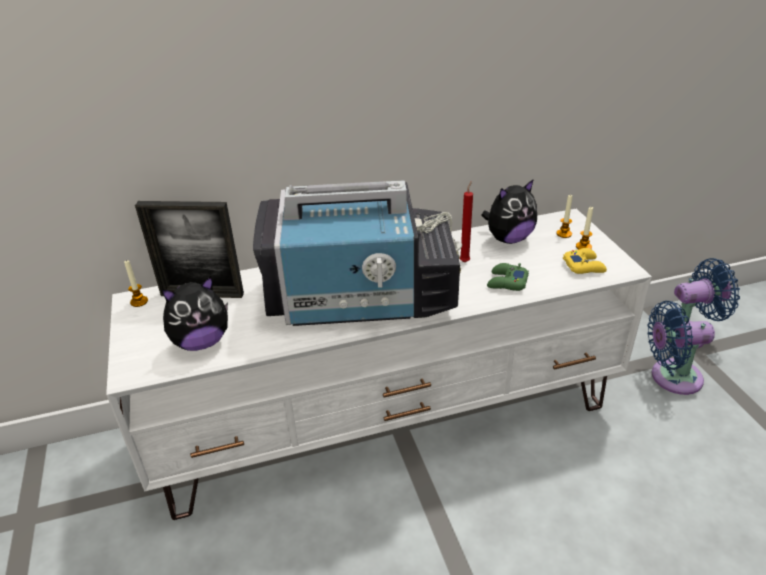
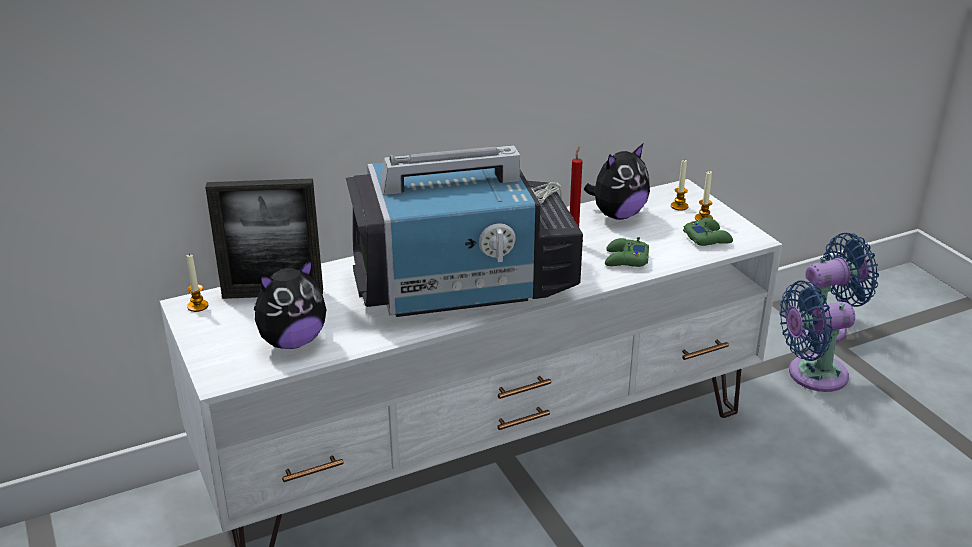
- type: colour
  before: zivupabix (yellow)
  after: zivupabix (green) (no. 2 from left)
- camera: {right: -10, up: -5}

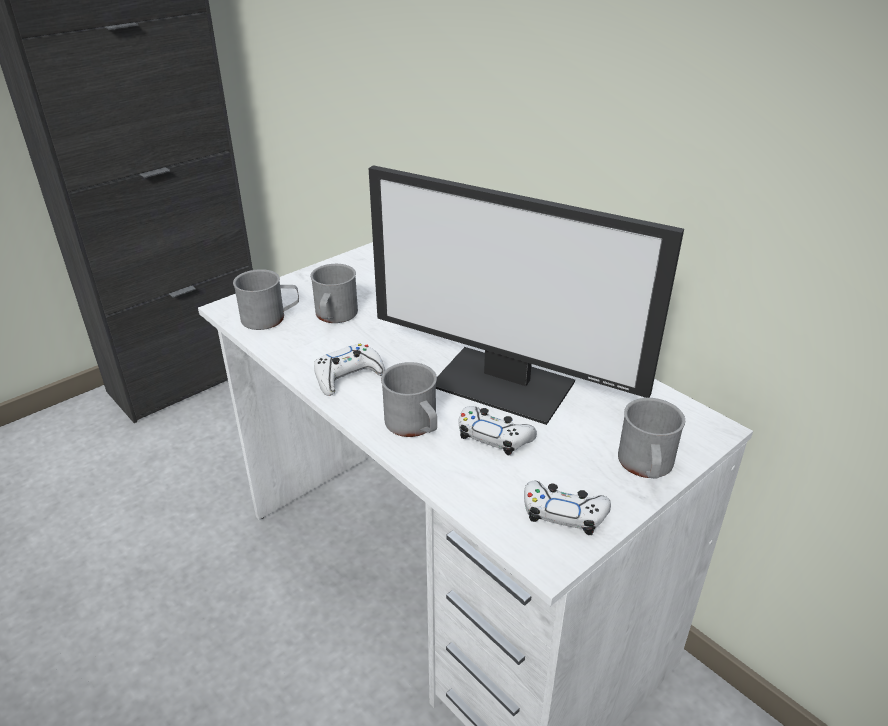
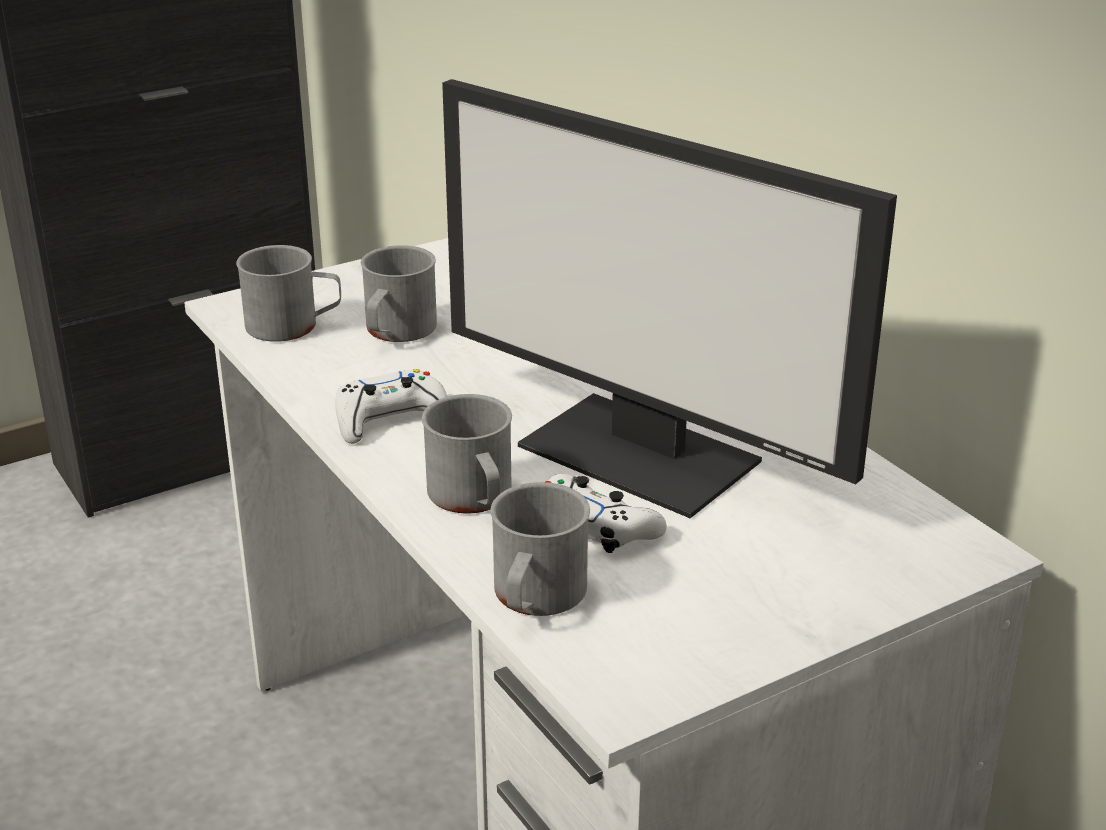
- type: missing
  before: zivupabix (white) (no. 3 from left)
- type: relocated
  before: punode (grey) (no. 4 from left)
- camera: {right: 10, up: -5}

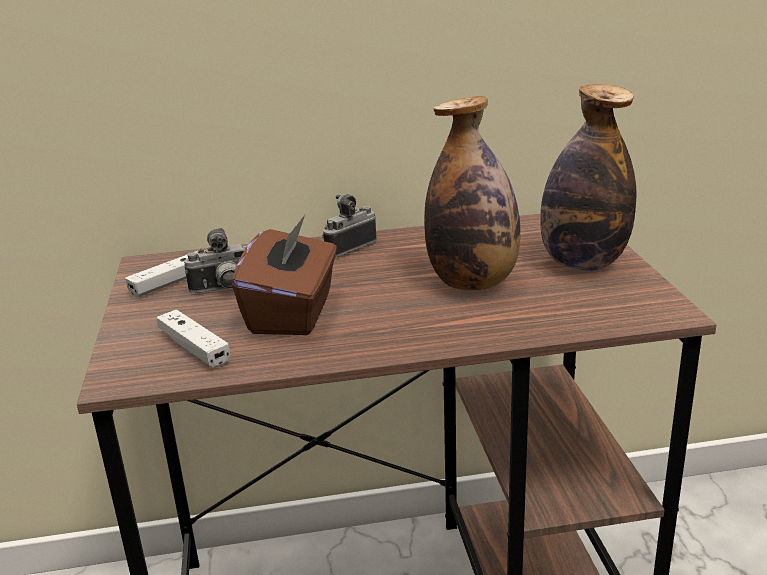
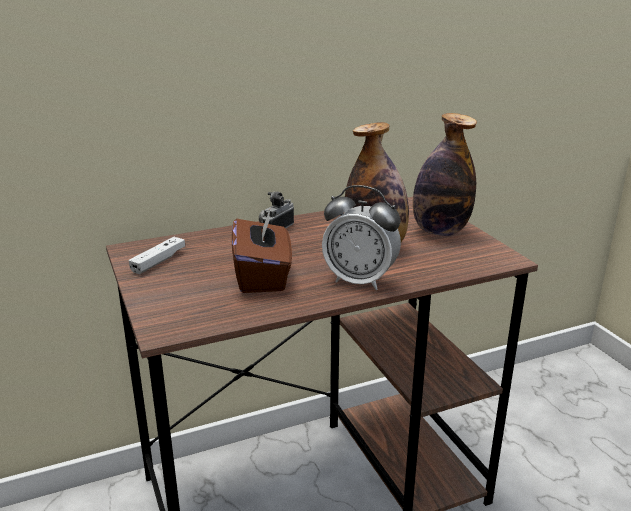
- type: missing
  before: zivupabix (white) (no. 2 from left)
- type: missing
  before: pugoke (no. 1 from left)
- type: appeared
  after: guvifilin
- camera: {right: -15, up: 0}

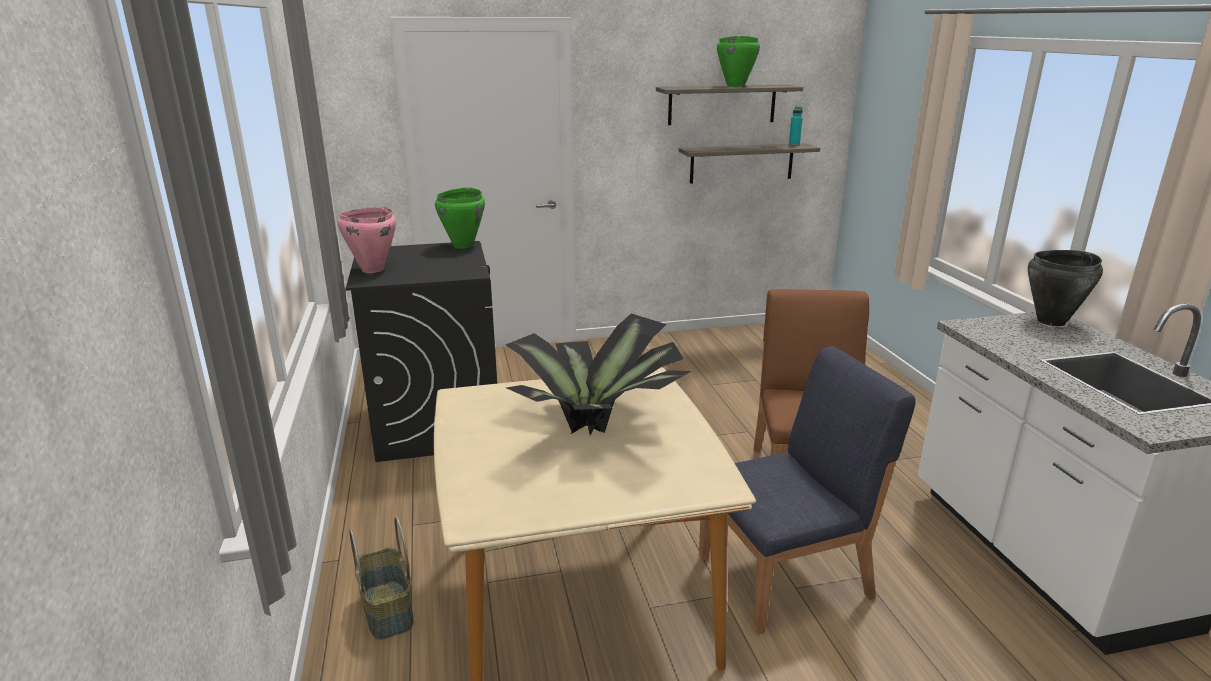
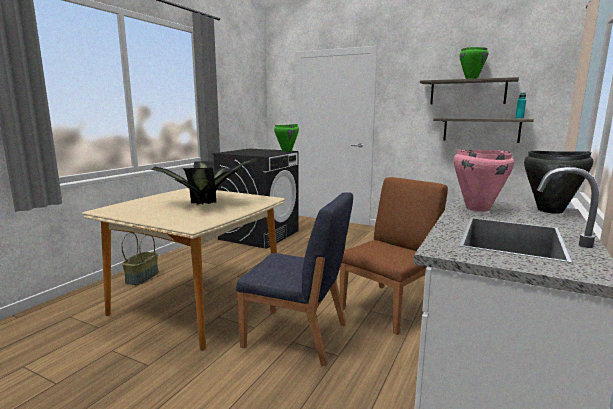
- type: relocated
  before: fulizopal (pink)
- camera: {right: 40, up: -10}

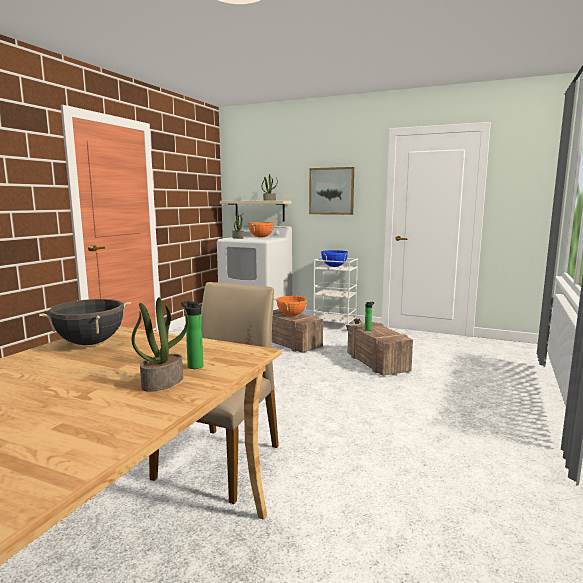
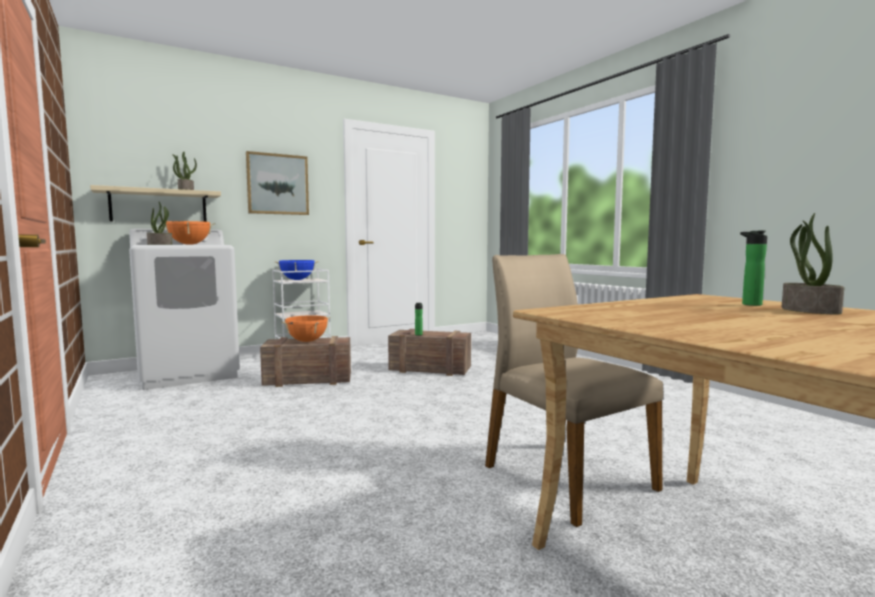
- type: missing
  before: fulizopal (black)
- camera: {right: -55, up: -5}

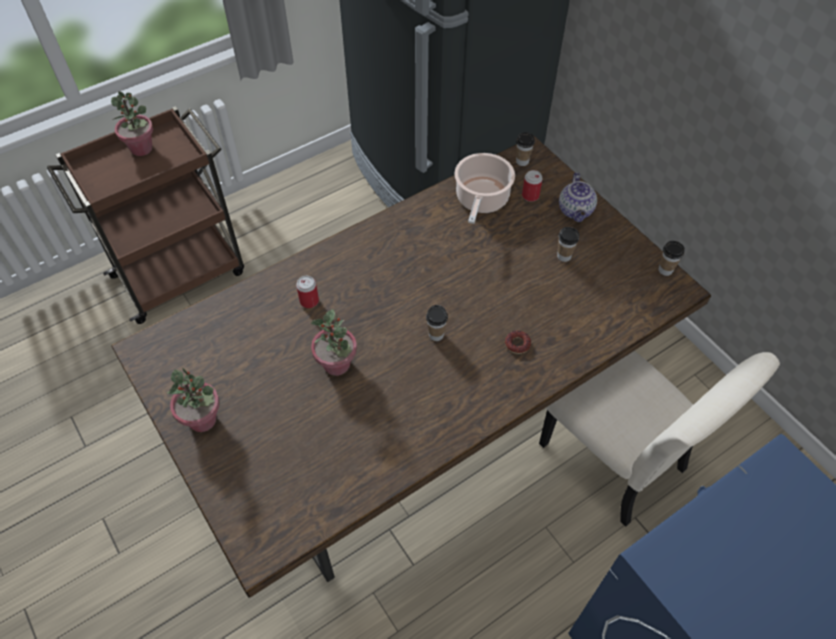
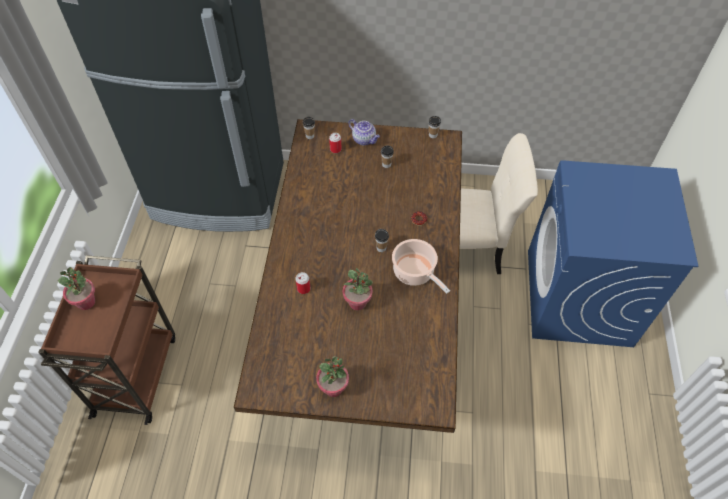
- type: relocated
  before: fulizopal
- camera: {right: -50, up: 0}

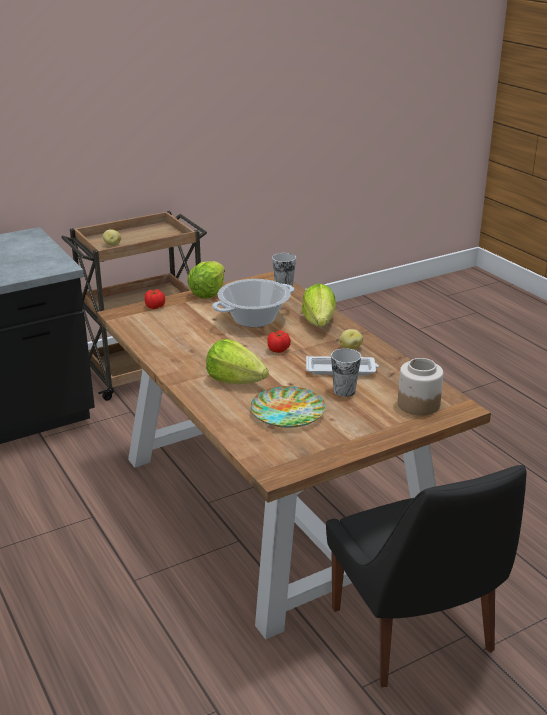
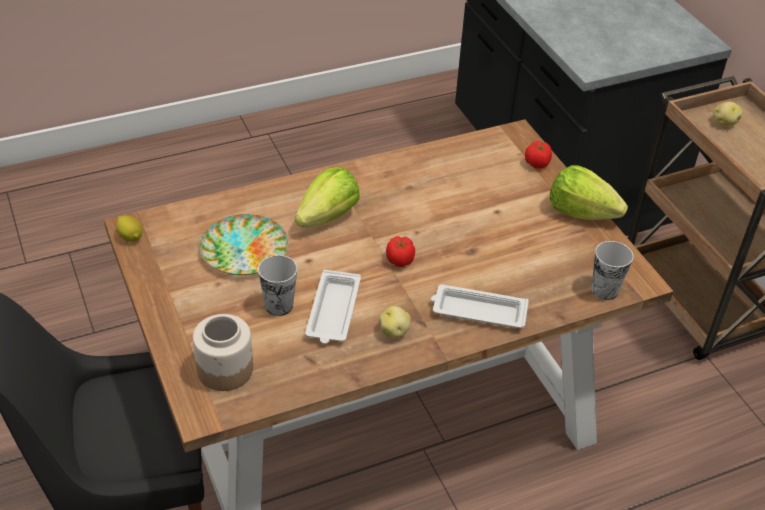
- type: missing
  before: fulizopal
- type: exchanged
  before: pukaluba (no. 3 from left)
  after: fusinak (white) (no. 2 from left)
- type: appeared
  after: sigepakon
- camera: {right: 95, up: 15}

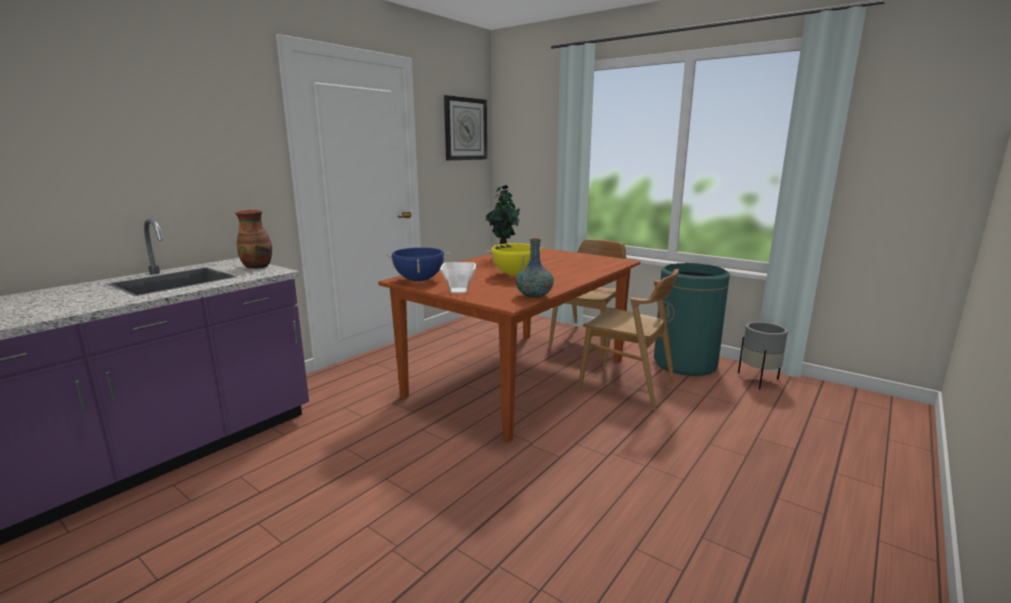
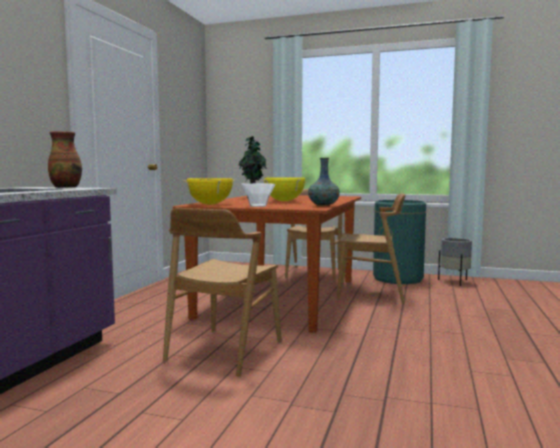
- type: colour
  before: fulizopal (blue)
  after: fulizopal (yellow) (no. 1 from left)
- type: missing
  before: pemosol
- type: appeared
  after: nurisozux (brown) (no. 1 from left)
- camera: {right: -20, up: -10}

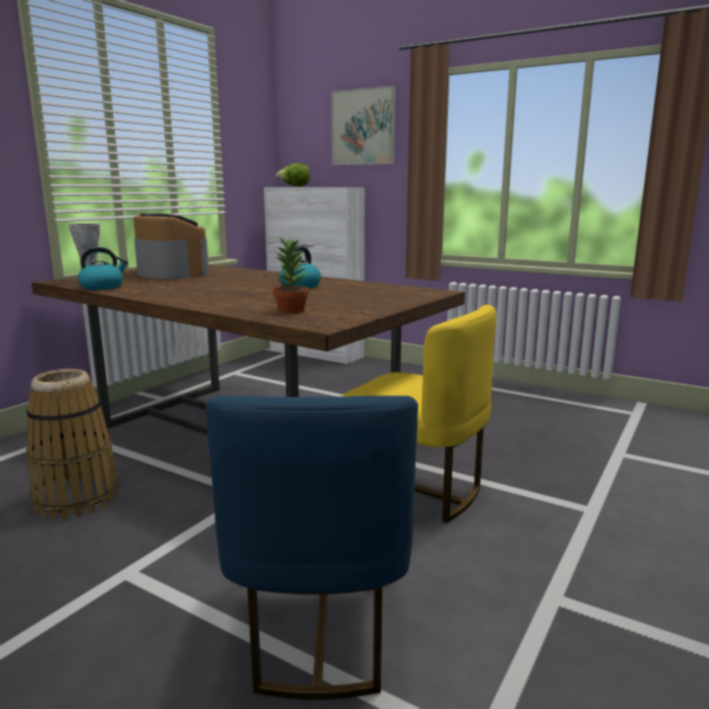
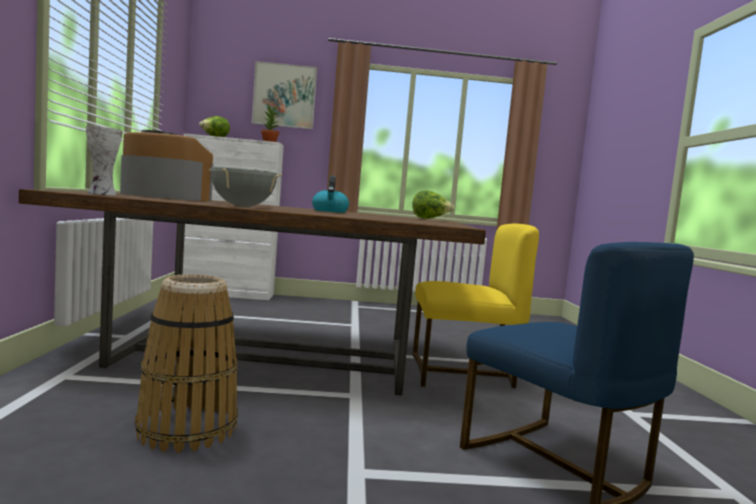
- type: missing
  before: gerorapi (no. 1 from left)
- type: relocated
  before: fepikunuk
- type: appeared
  after: fulizopal (grey)
- type: appeared
  after: pukaluba (no. 2 from left)
- camera: {right: -35, up: -10}

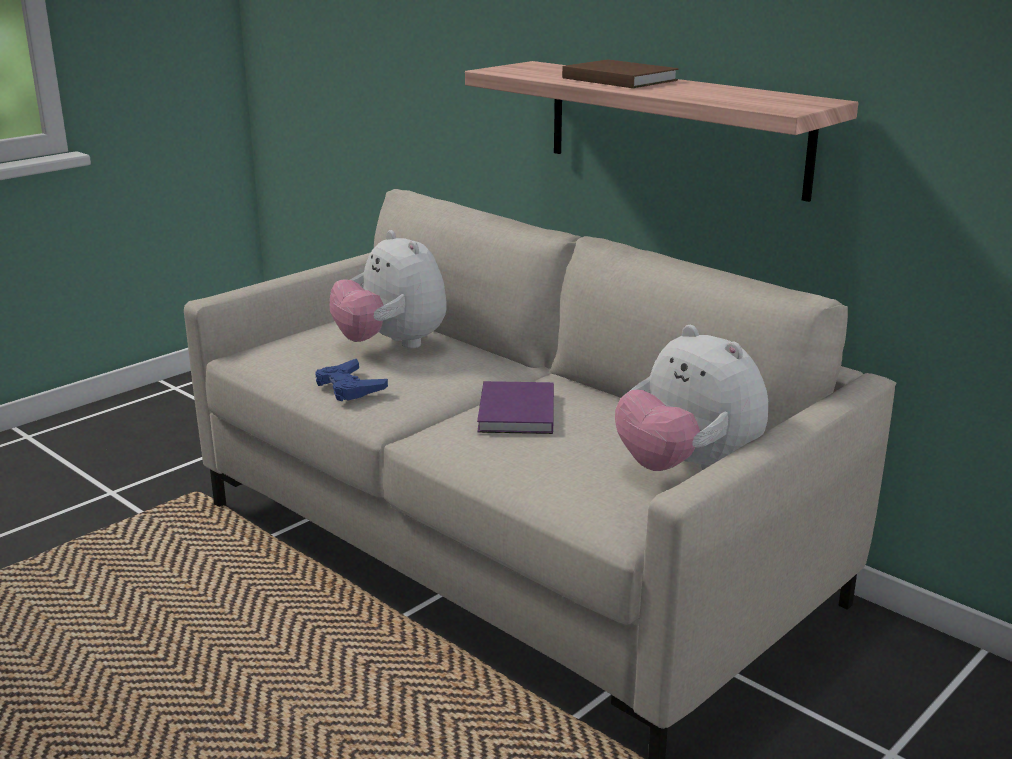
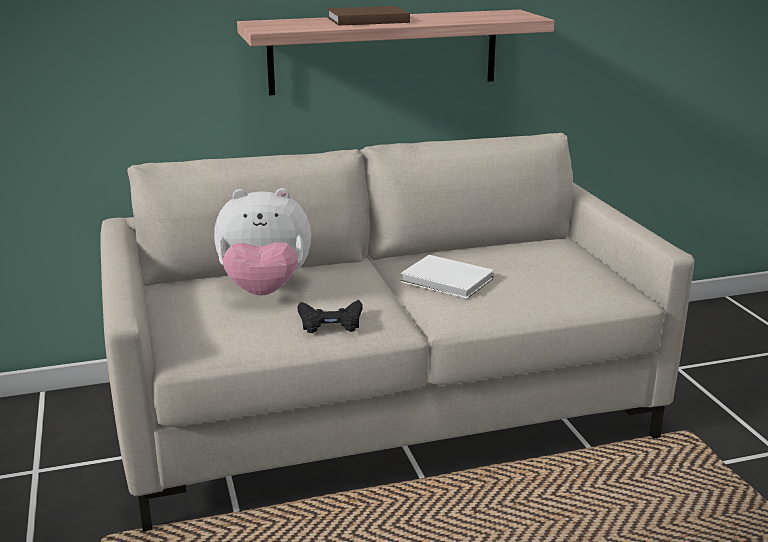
- type: colour
  before: zivupabix (blue)
  after: zivupabix (black)
- type: colour
  before: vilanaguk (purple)
  after: vilanaguk (white)
- type: missing
  before: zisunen (no. 2 from left)
- camera: {right: -60, up: 0}

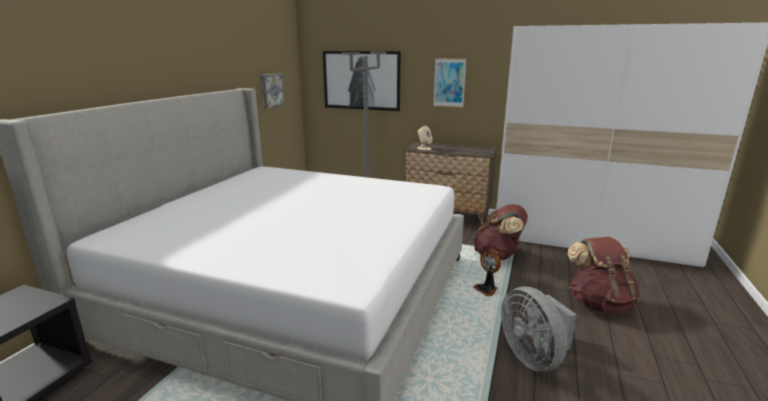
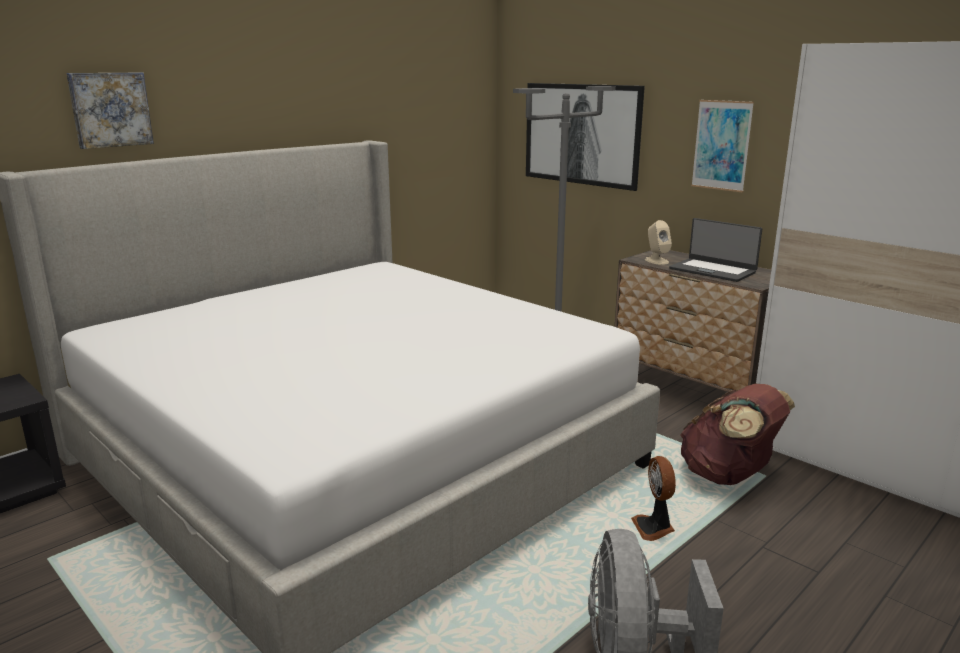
- type: relocated
  before: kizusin (no. 1 from left)
- type: missing
  before: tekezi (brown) (no. 2 from left)
- type: appeared
  after: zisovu
- camera: {right: 25, up: 0}

